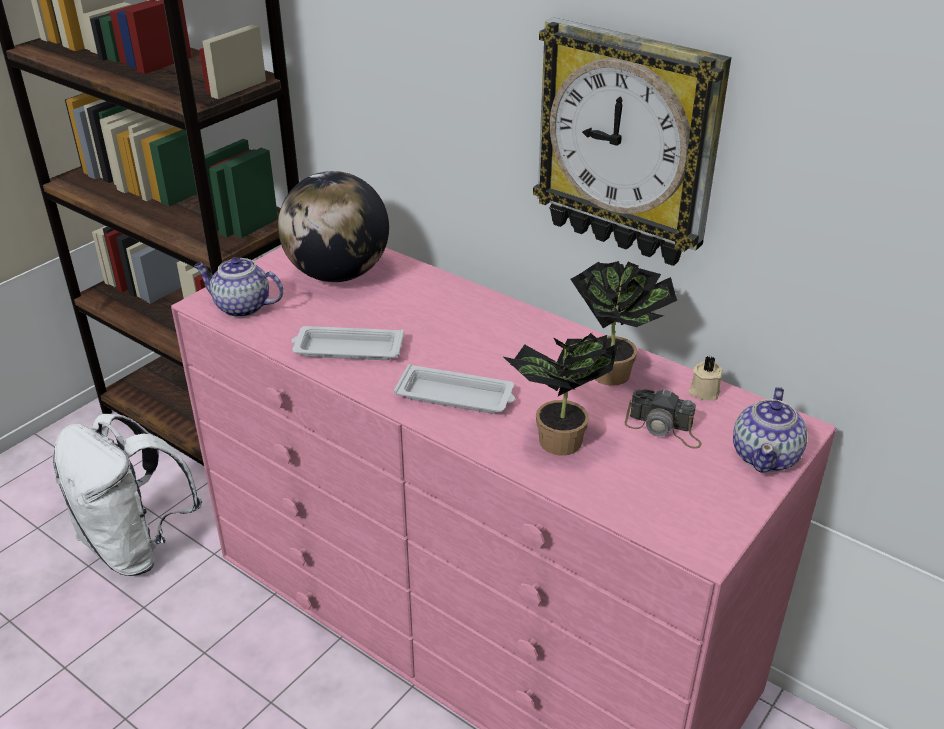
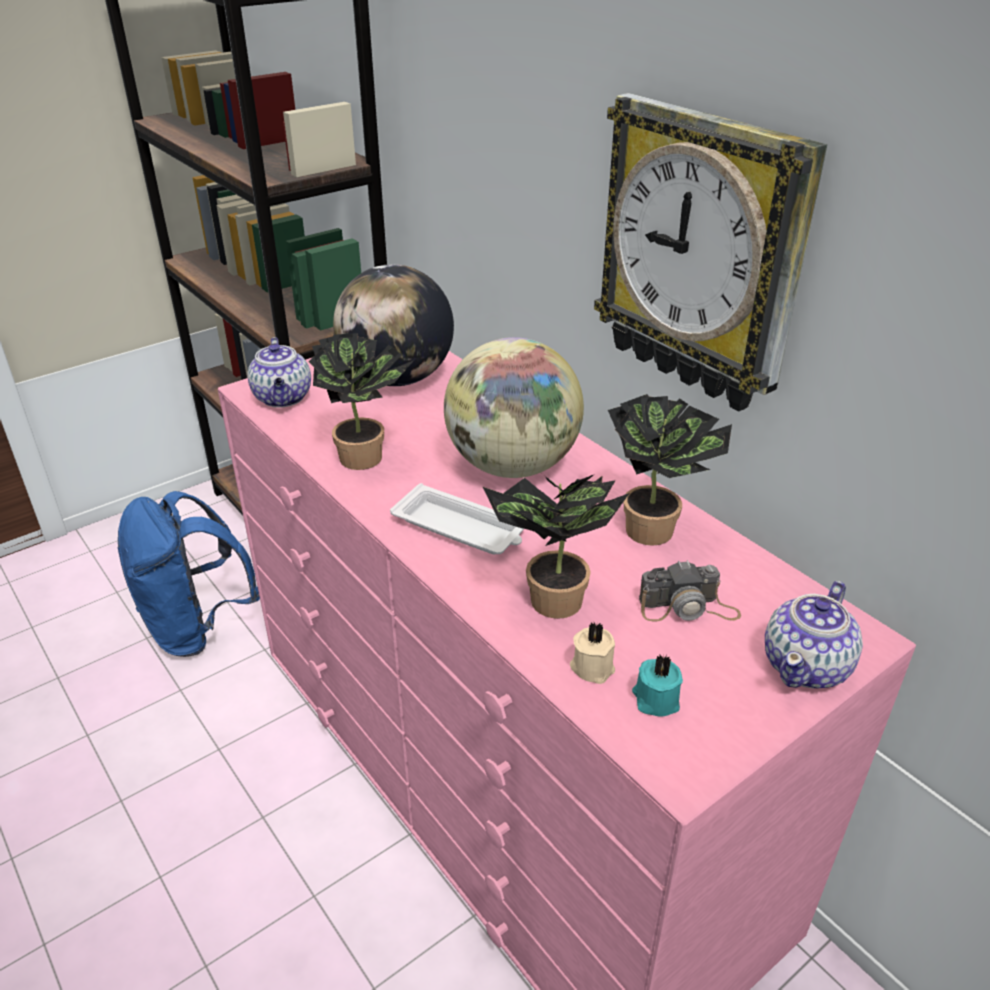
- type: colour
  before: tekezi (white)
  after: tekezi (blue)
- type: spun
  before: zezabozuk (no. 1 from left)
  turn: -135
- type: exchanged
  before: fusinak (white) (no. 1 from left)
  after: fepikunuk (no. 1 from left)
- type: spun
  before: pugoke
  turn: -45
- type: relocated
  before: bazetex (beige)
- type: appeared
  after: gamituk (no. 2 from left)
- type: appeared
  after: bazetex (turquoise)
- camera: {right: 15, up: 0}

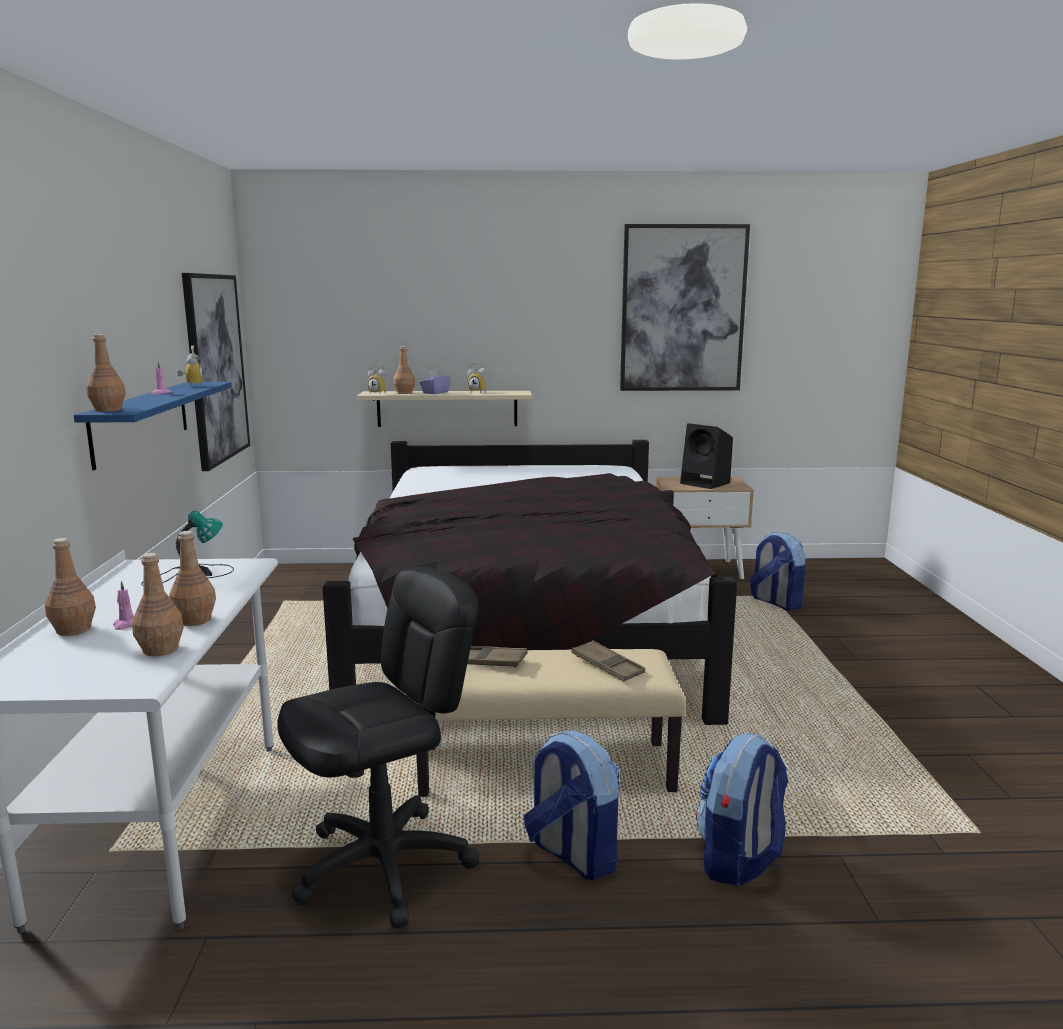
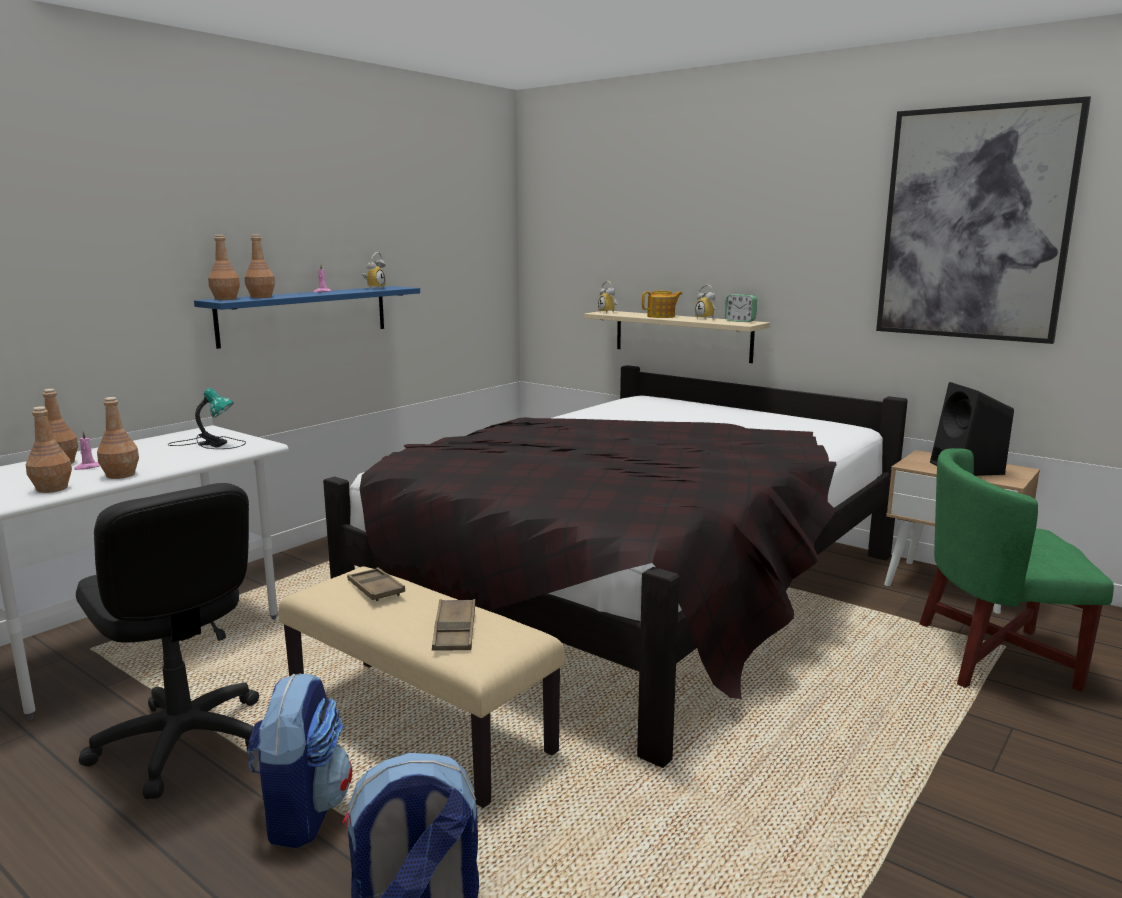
- type: missing
  before: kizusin (no. 1 from left)
- type: spun
  before: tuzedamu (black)
  turn: 45
- type: relocated
  before: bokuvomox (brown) (no. 5 from left)
- type: exchanged
  before: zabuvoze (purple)
  after: zezabozuk
- type: exchanged
  before: tekezi (no. 3 from left)
  after: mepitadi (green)
- type: appeared
  after: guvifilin (no. 4 from left)
- camera: {right: 40, up: 0}

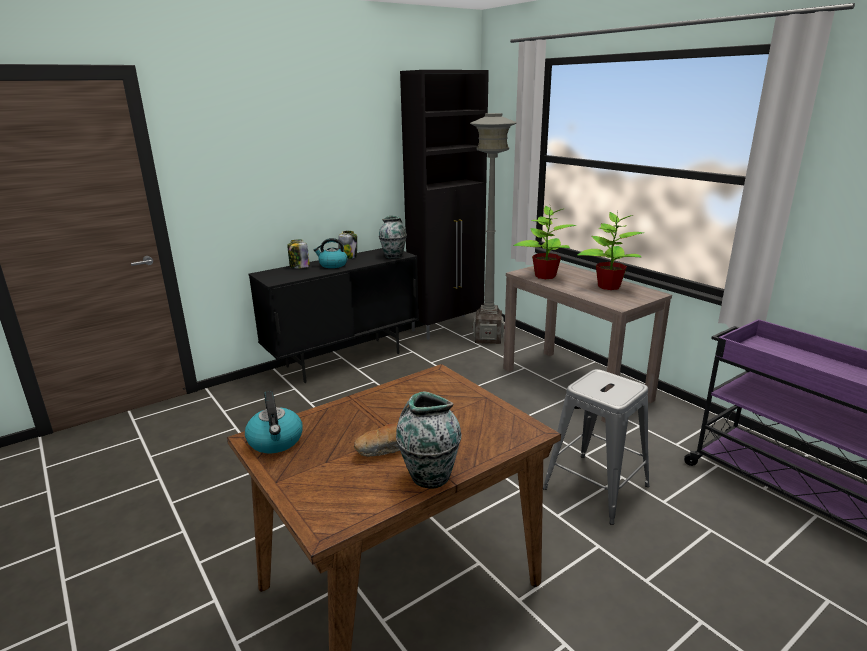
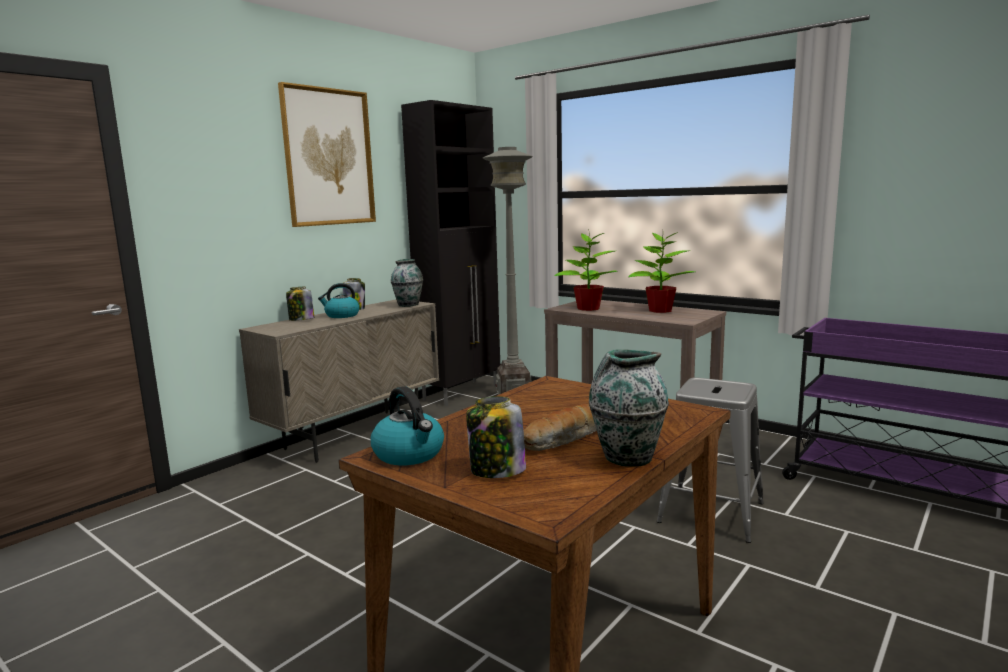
- type: colour
  before: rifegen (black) (no. 1 from left)
  after: rifegen (beige)
- type: appeared
  after: kizusin
- type: appeared
  after: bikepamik (no. 3 from left)
- camera: {right: -15, up: -10}

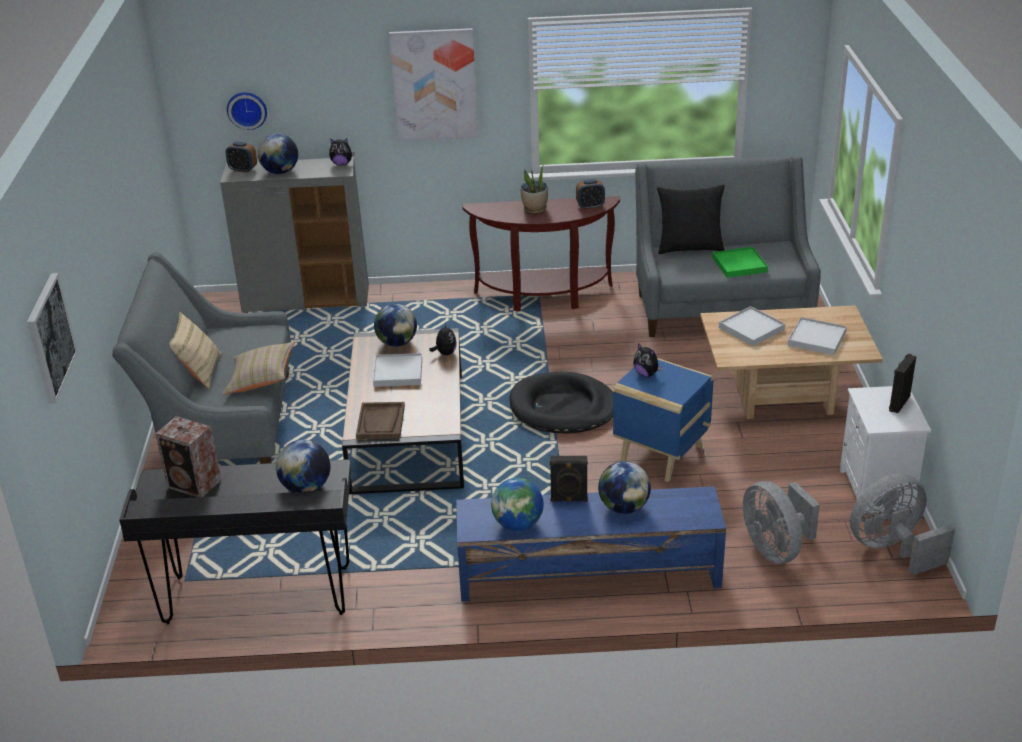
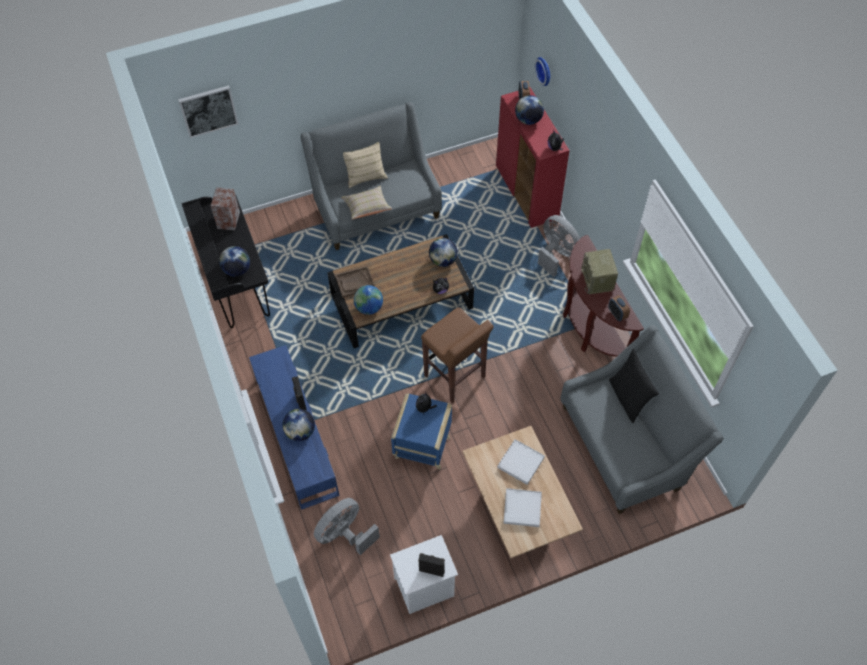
- type: colour
  before: rifegen (grey)
  after: rifegen (red)
- type: missing
  before: fusinak (white) (no. 1 from left)
- type: missing
  before: kizusin (no. 2 from left)
- type: relocated
  before: gamituk (no. 4 from left in the first image)
  after: gamituk (no. 3 from left)
- type: exchanged
  before: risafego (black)
  after: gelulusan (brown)
- type: exchanged
  before: fepikunuk
  after: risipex
- type: missing
  before: fusinak (green)
- type: relocated
  before: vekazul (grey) (no. 2 from left)
- camera: {right: 70, up: 25}

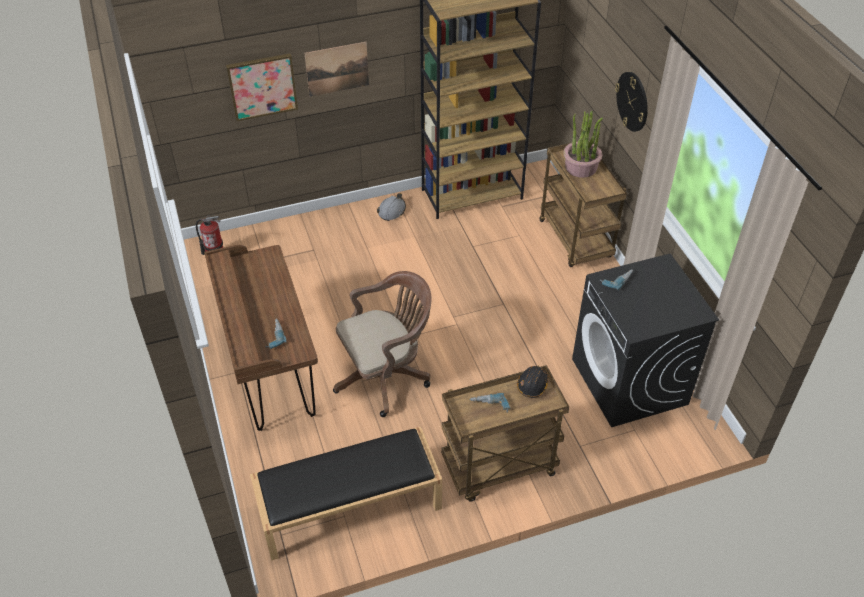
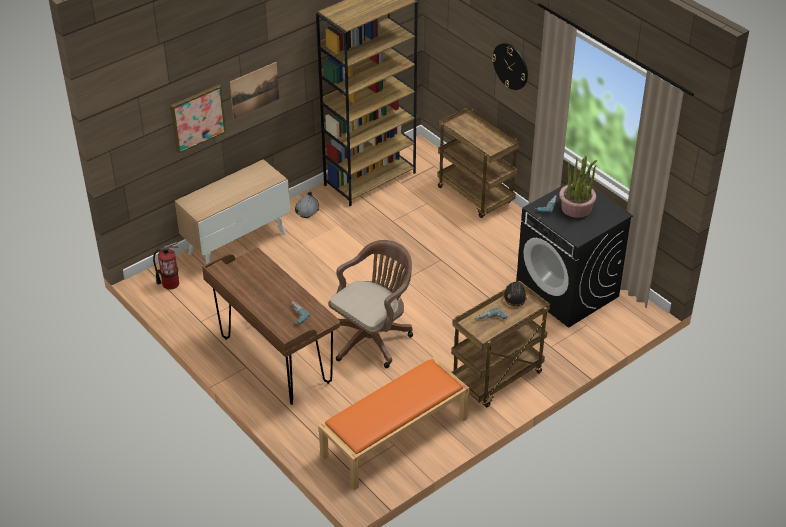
- type: colour
  before: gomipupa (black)
  after: gomipupa (orange)
- type: relocated
  before: fepikunuk
- type: appeared
  after: rifegen
- camera: {right: -20, up: -5}

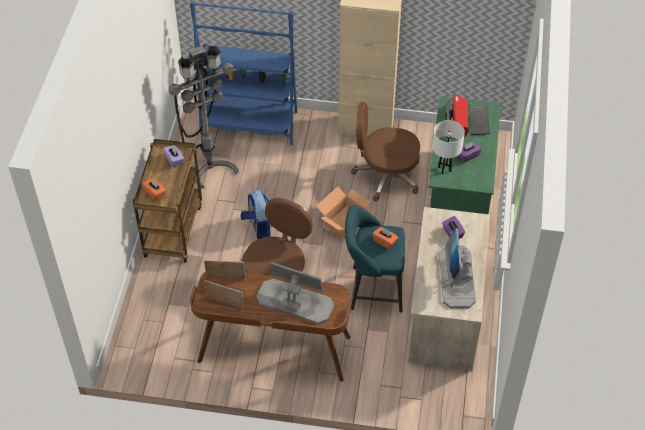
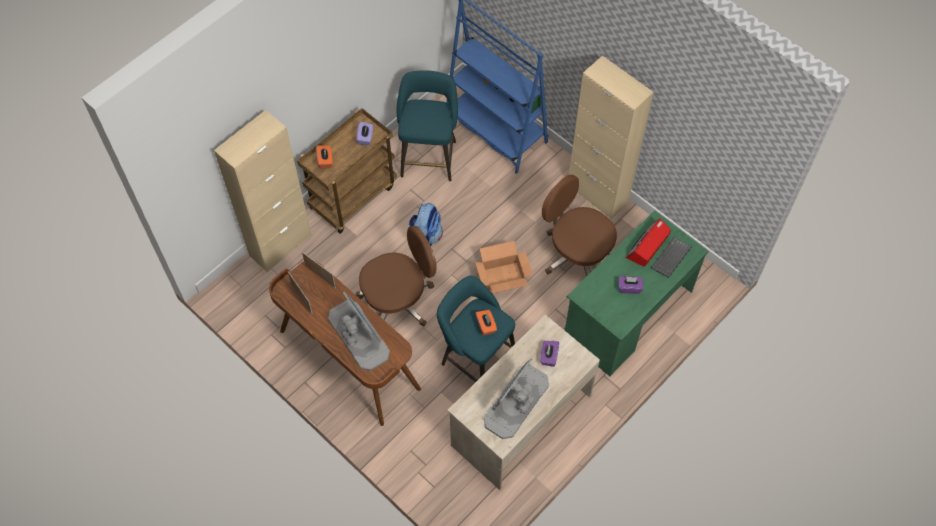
- type: exchanged
  before: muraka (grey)
  after: gelulusan (turquoise) (no. 1 from left)
- type: missing
  before: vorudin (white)
- type: appeared
  after: rifegen (beige) (no. 1 from left)
- camera: {right: 35, up: 10}

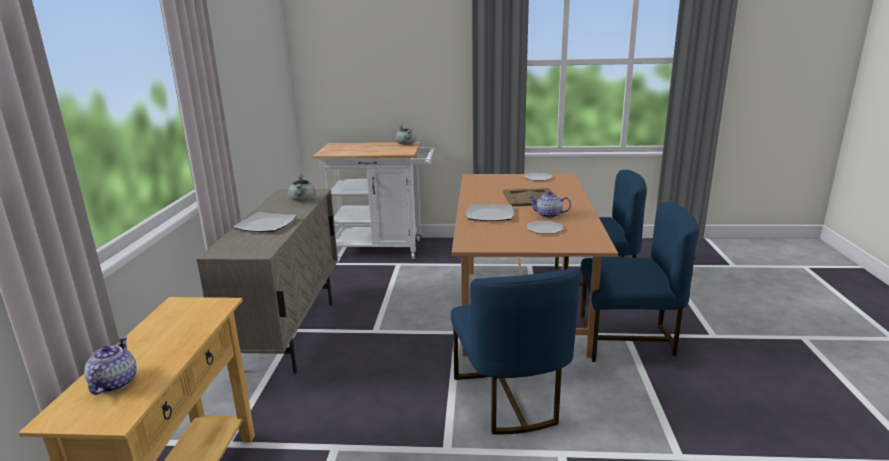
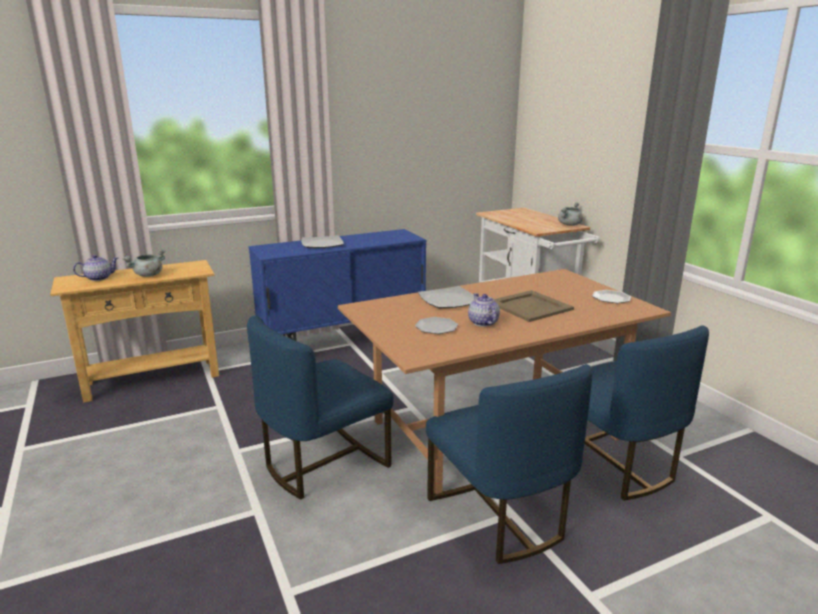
- type: colour
  before: rifegen (beige)
  after: rifegen (blue)
- type: relocated
  before: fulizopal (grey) (no. 1 from left)
- camera: {right: 60, up: 0}

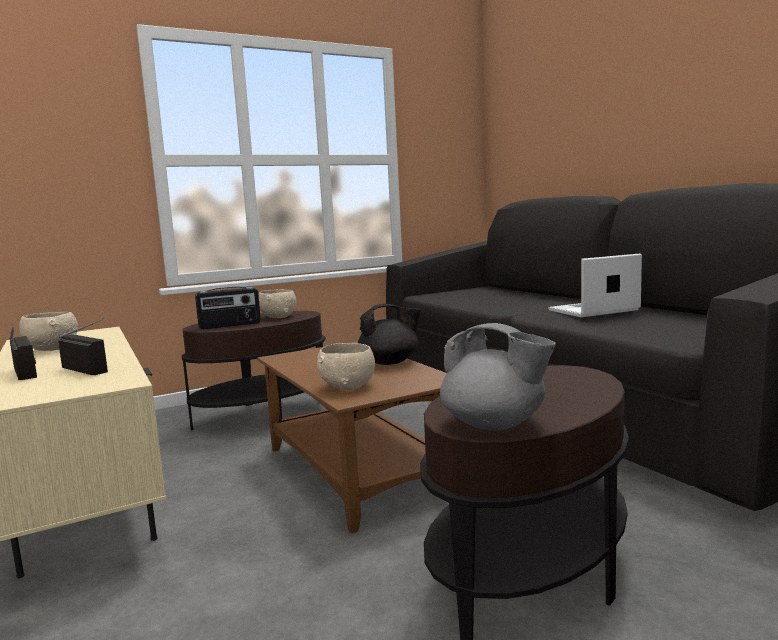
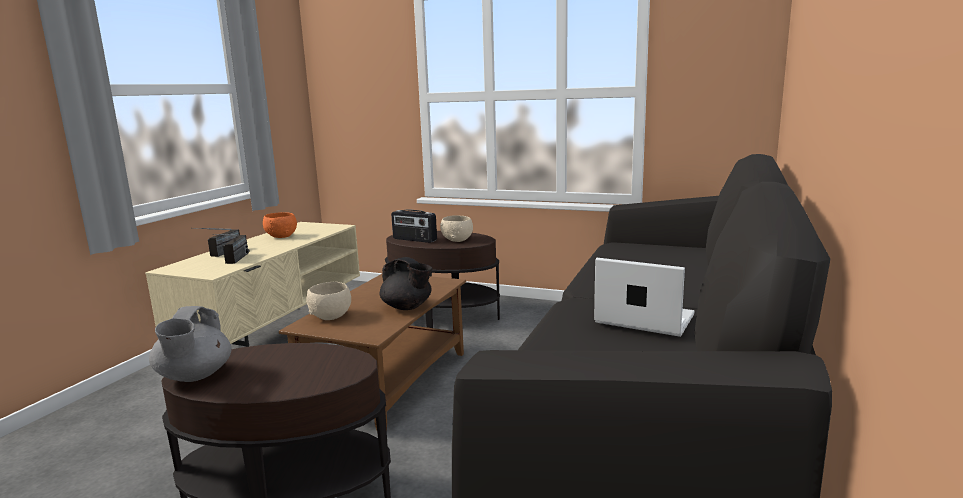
- type: colour
  before: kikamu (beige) (no. 1 from left)
  after: kikamu (orange)
- camera: {right: 50, up: 5}

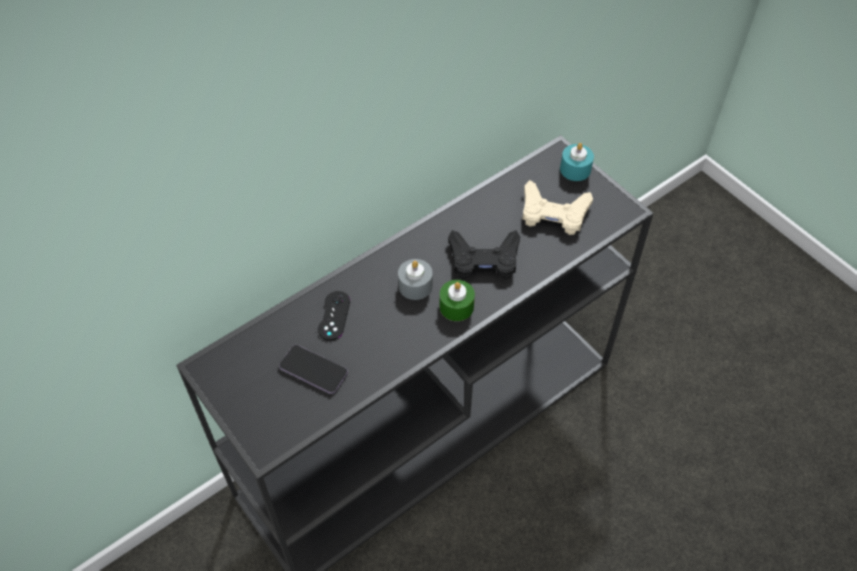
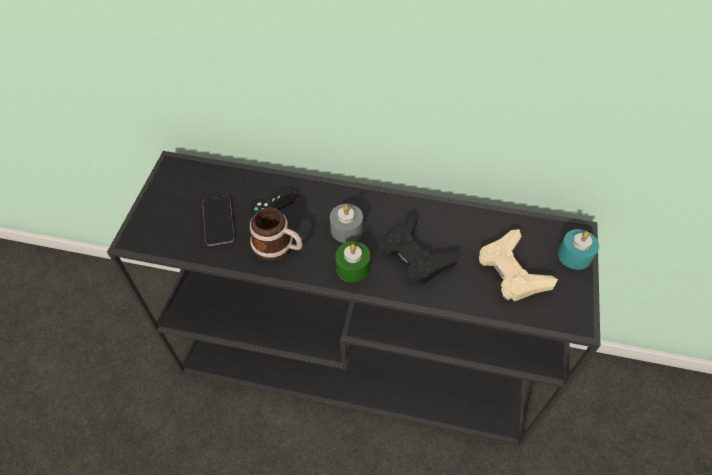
- type: appeared
  after: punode
- camera: {right: 50, up: 0}

